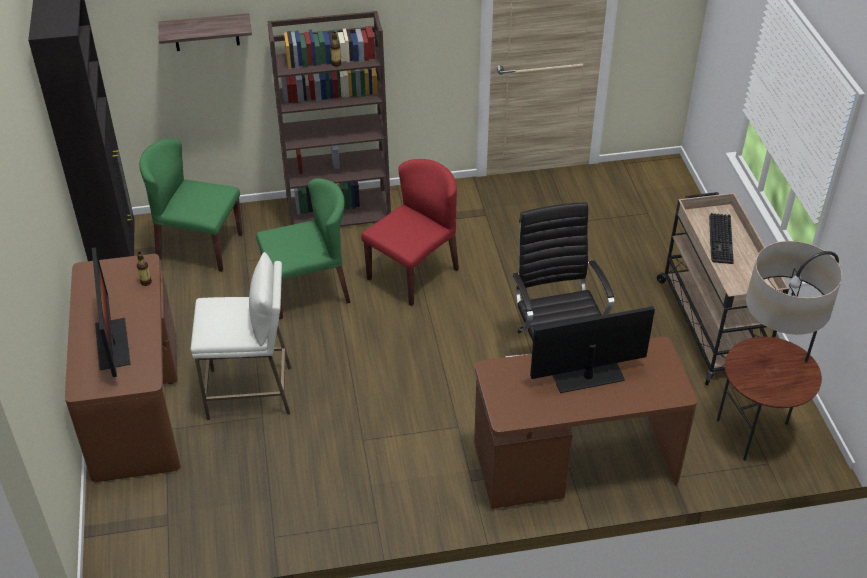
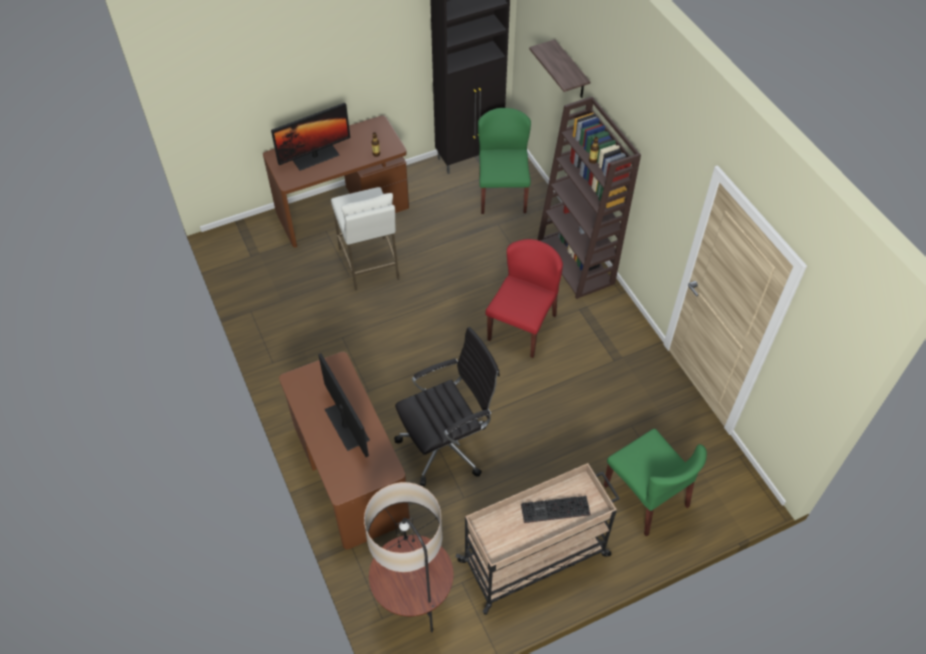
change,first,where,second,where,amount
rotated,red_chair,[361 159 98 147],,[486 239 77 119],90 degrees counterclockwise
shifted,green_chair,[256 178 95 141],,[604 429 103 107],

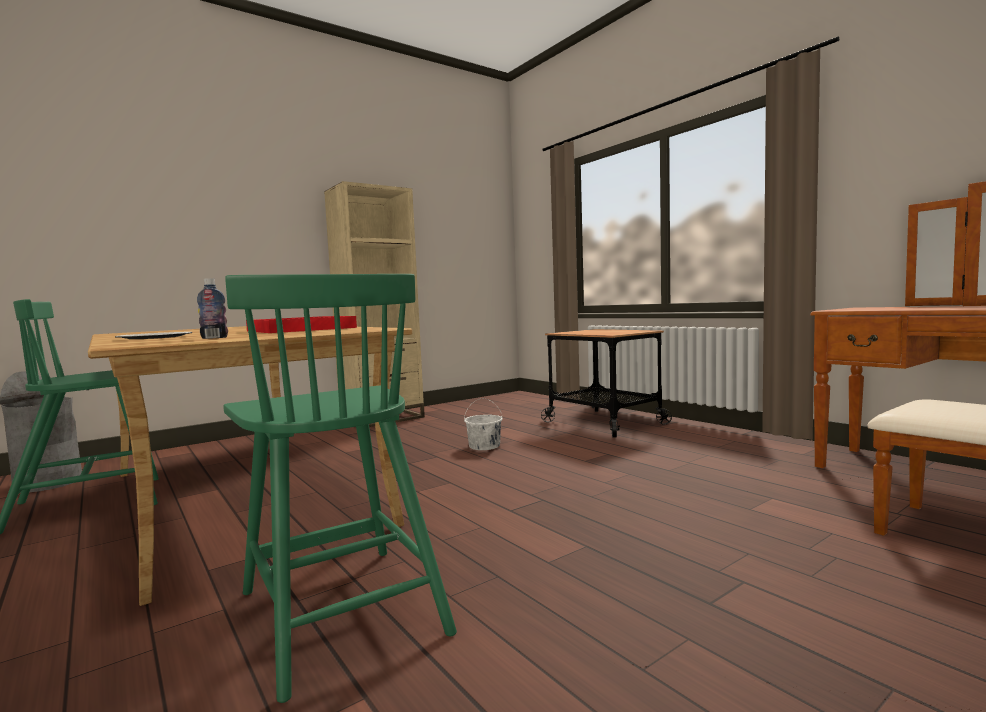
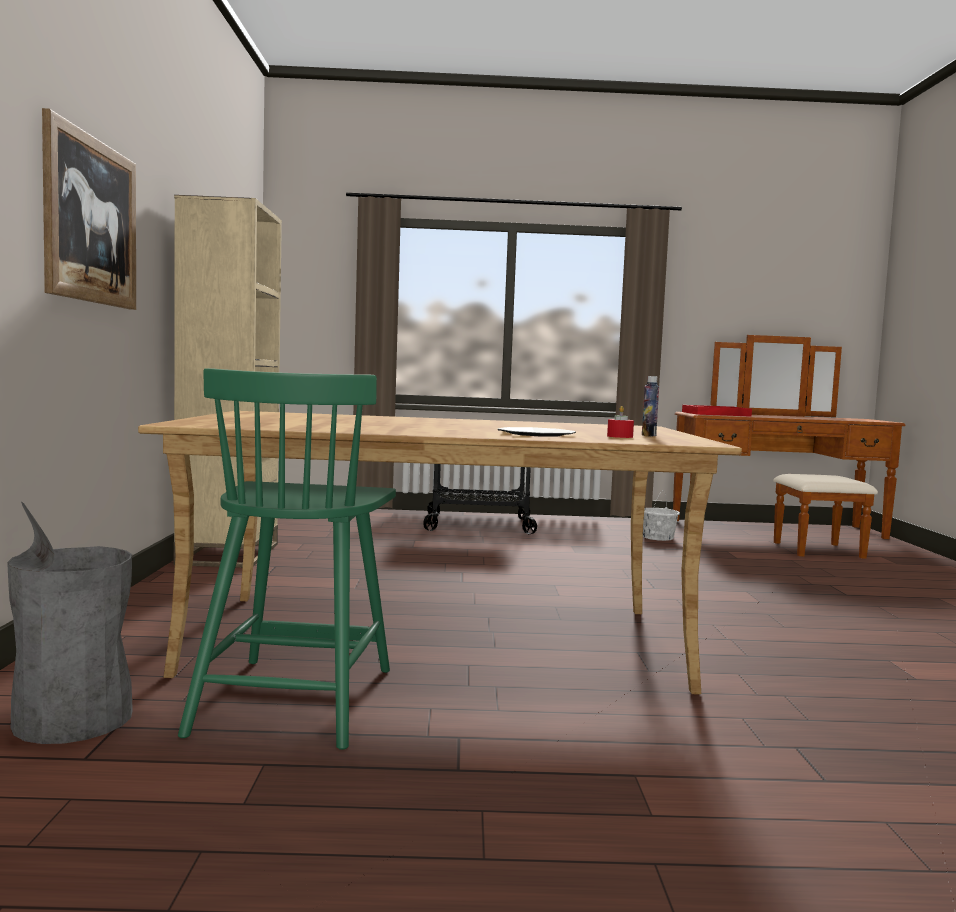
change,first,where,second,where,amount
gone,green_chair,[223 274 234 429],,,
shifted,red_tray,[246 316 111 17],,[682 405 70 12],
shifted,white_bucket,[464 398 39 52],,[643 490 37 51],
new,,,picture,[42 108 94 202],
new,,,red_candle,[607 406 27 32],

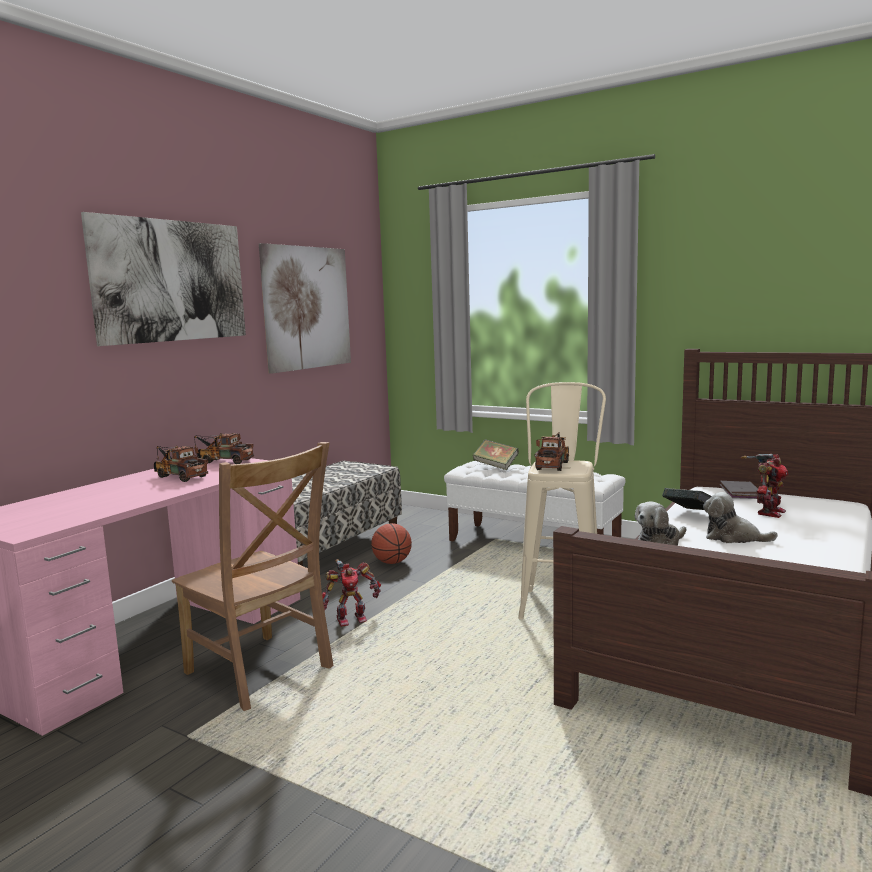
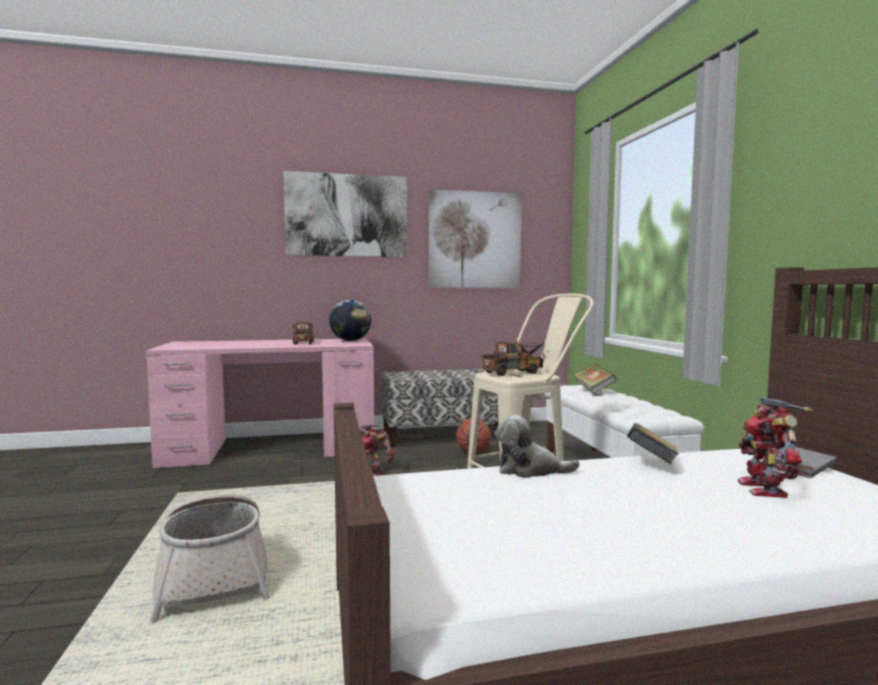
change,first,where,second,where,amount
swapped,toy_truck,[194 433 60 31],globe,[329 300 42 41],
gone,brown_chair,[172 442 162 269],,,
rotated,toy_robot,[741 454 47 64],,[738 398 76 100],105 degrees clockwise
gone,plush_toy,[703 492 75 51],,,
new,,,basket,[149 494 121 129],

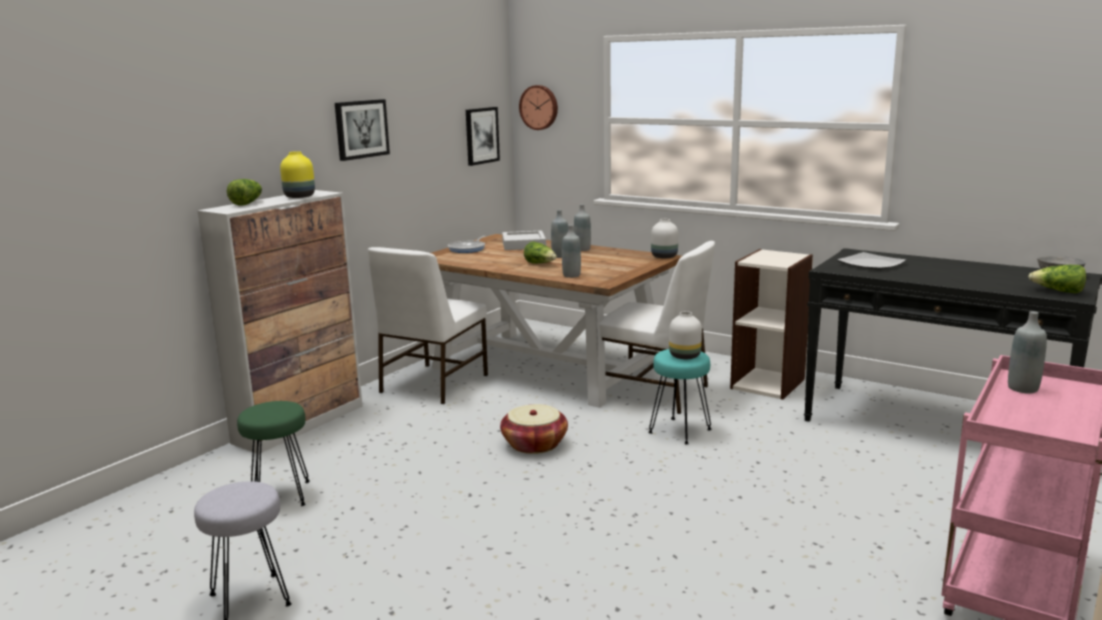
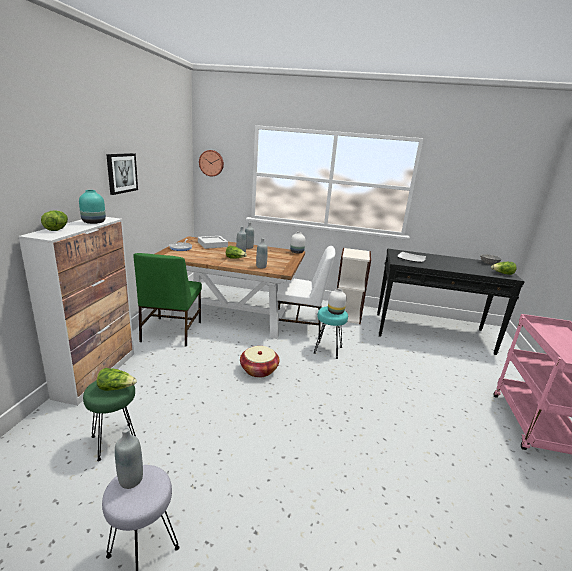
change,first,where,second,where,amount
gone,picture,[466 107 34 59],,,
repainted,yellow_vase,[280 151 35 47],turquoise_vase,[79 190 27 34],
repainted,white_chair,[368 247 120 157],green_chair,[133 253 69 94],
shifted,grey_bottle,[1008 311 39 83],,[115 428 28 61],
new,,,lettuce,[97 368 40 23],

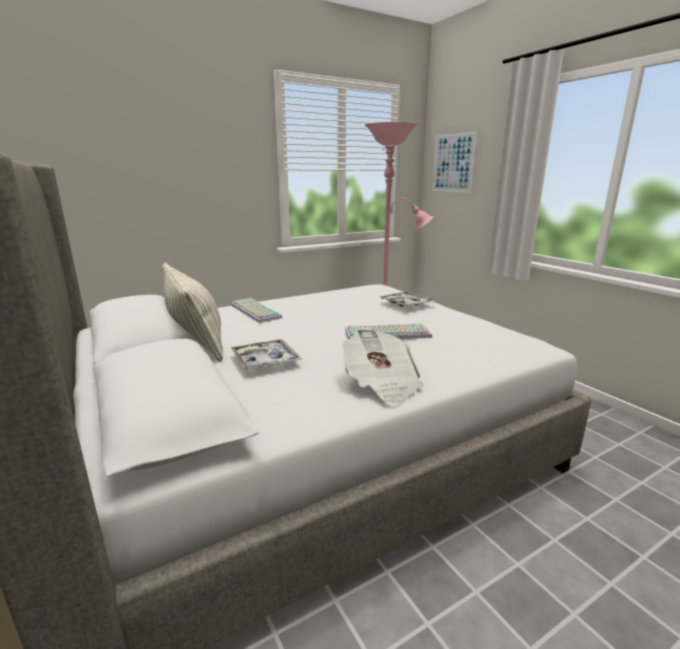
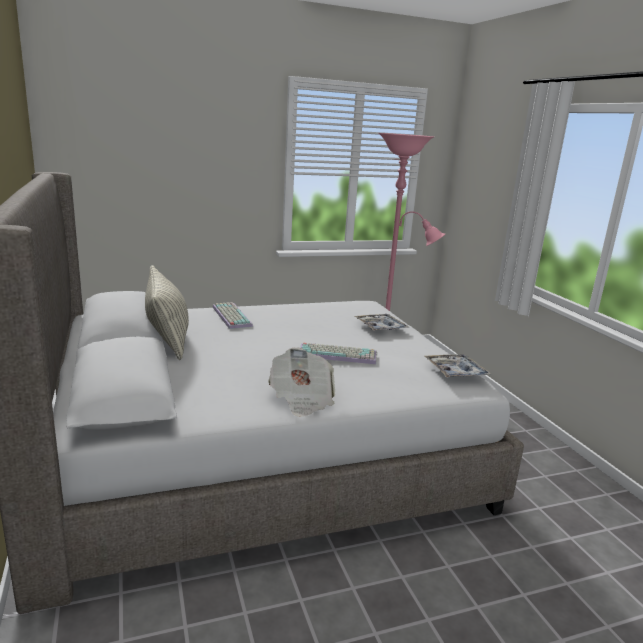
change,first,where,second,where,amount
gone,picture,[432 131 45 62],,,
shifted,tray,[231 339 72 31],,[425 354 67 23],

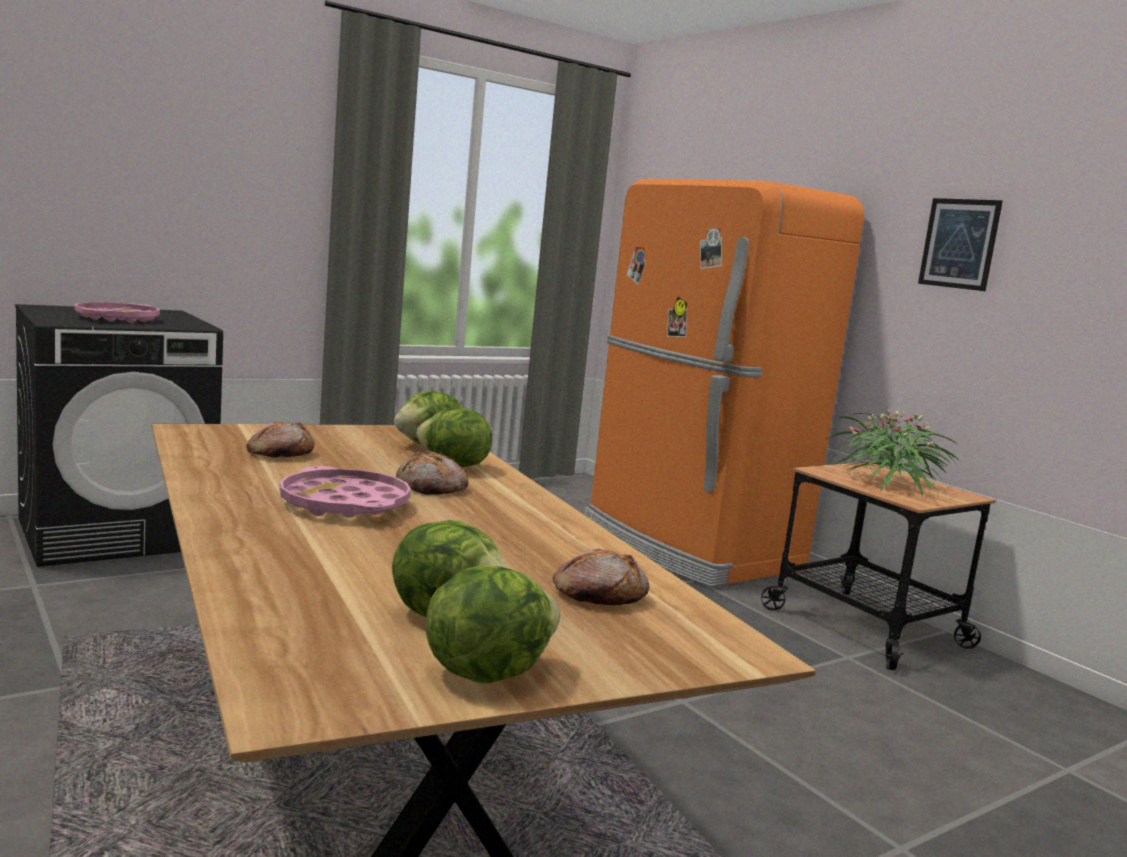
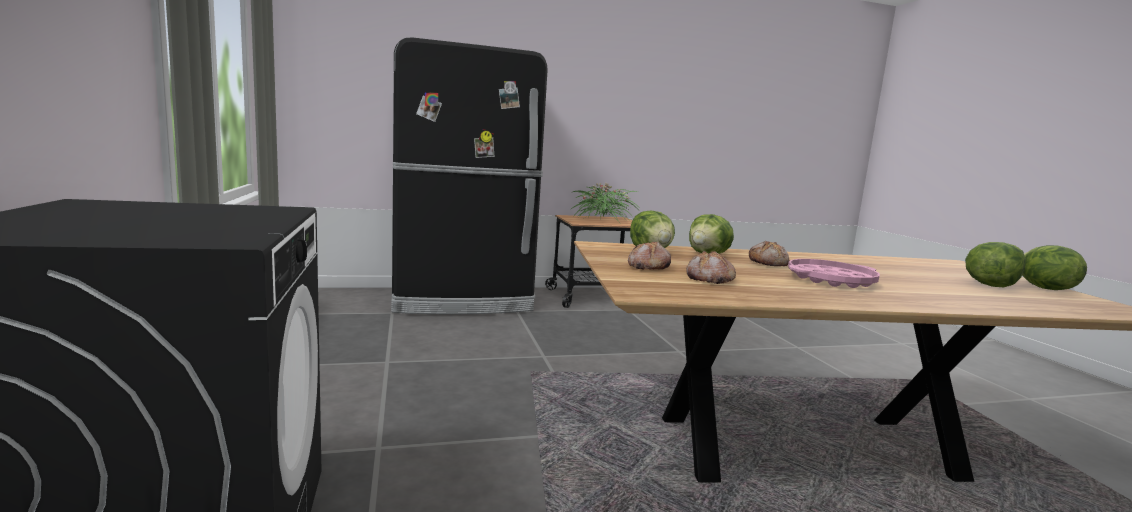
change,first,where,second,where,amount
repainted,orange_fridge,[584 179 280 408],black_fridge,[391 37 157 277],
gone,picture,[918 198 85 93],,,
gone,pink_tray,[75 302 85 21],,,
shifted,bread,[553 549 96 56],,[628 242 43 27],

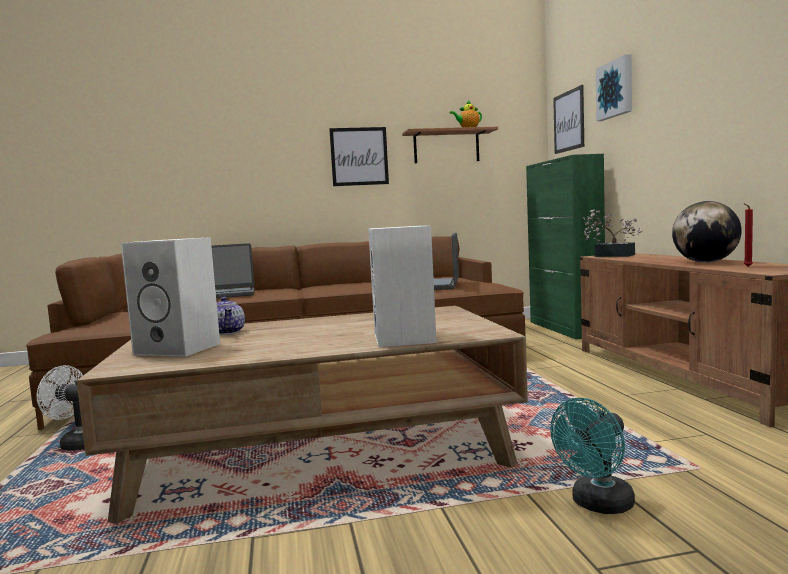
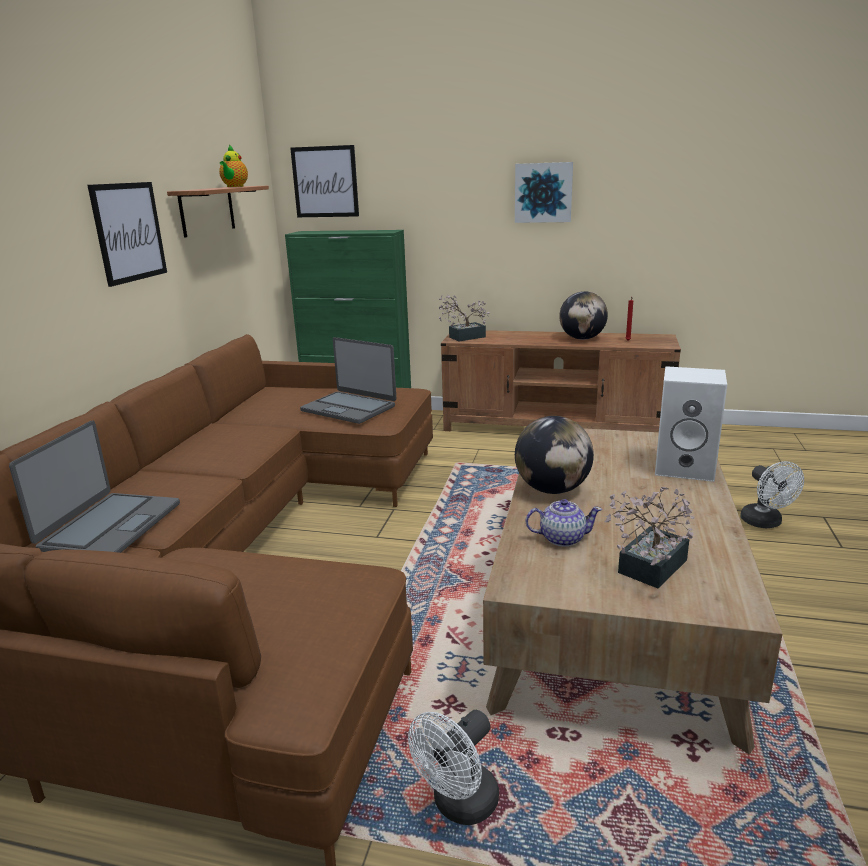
change,first,where,second,where,amount
shifted,picture,[596 54 36 67],,[515 162 58 61],
swapped,white_speaker,[121 237 99 120],potted_plant,[605 487 89 102],
repainted,turquoise_fan,[550 398 85 116],white_fan,[740 461 64 67],
new,,,globe,[515 416 79 78],

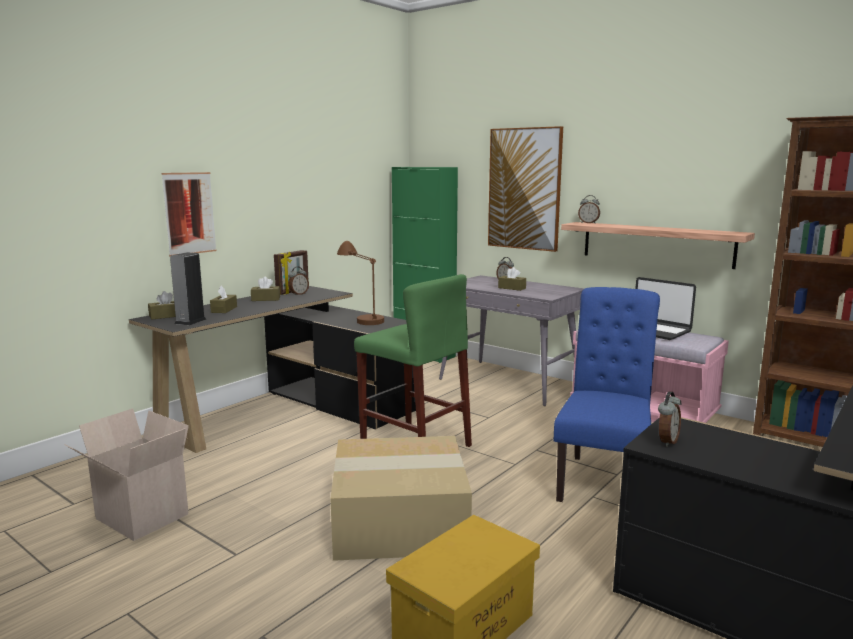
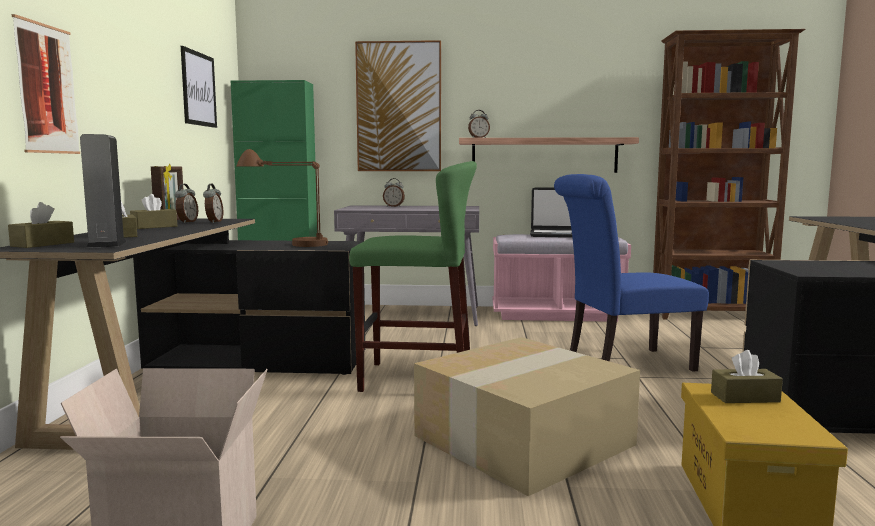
change,first,where,second,where,amount
shifted,brown_tissue_box,[498 267 28 24],,[711 350 72 53],
rotated,blue_chair,[554 287 106 215],,[554 174 155 198],90 degrees counterclockwise
shifted,alarm_clock,[658 391 24 56],,[203 184 20 39],
new,,,picture,[181 46 36 82],

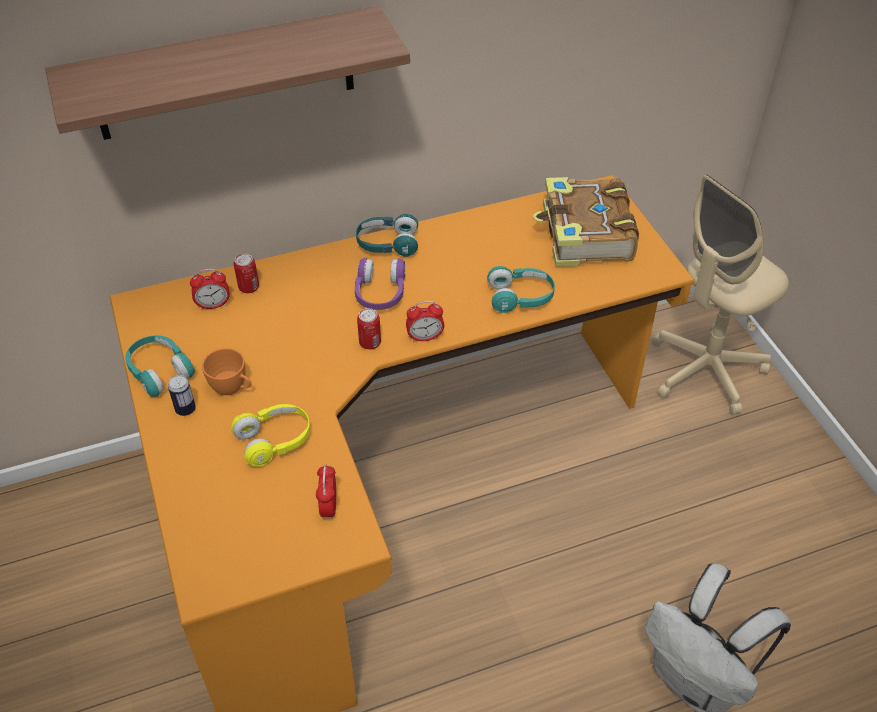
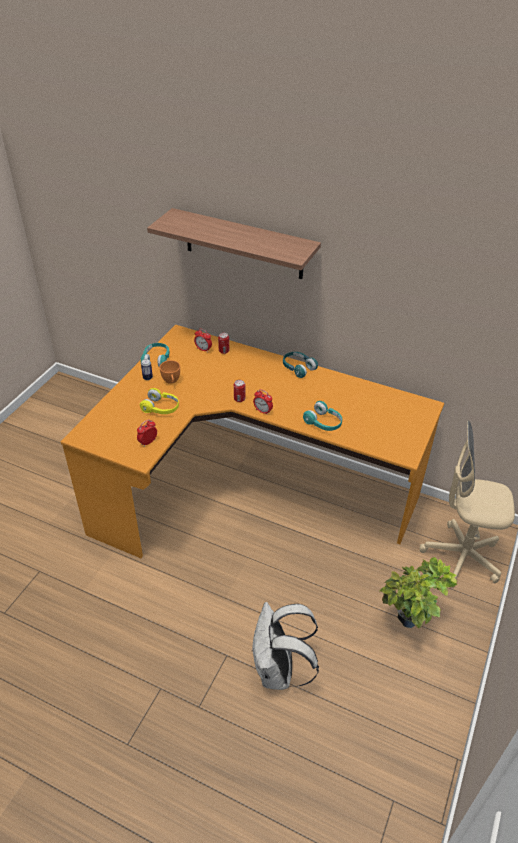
change,first,where,second,where,amount
gone,book,[533 177 106 90],,,
gone,purple_headphones,[355 258 51 52],,,
new,,,potted_plant,[380 557 77 71],

